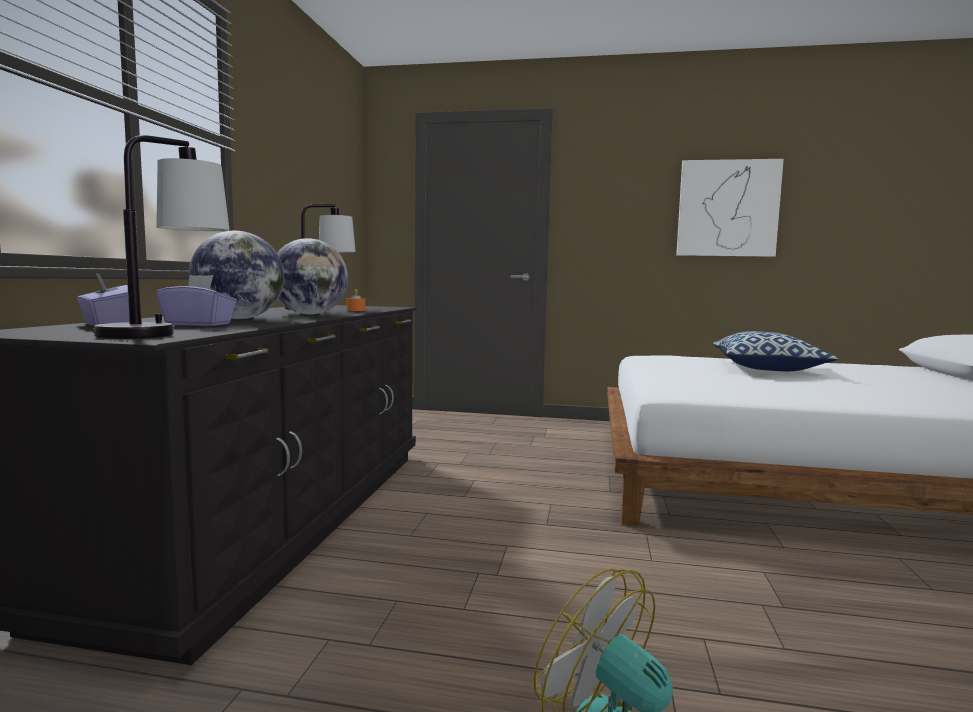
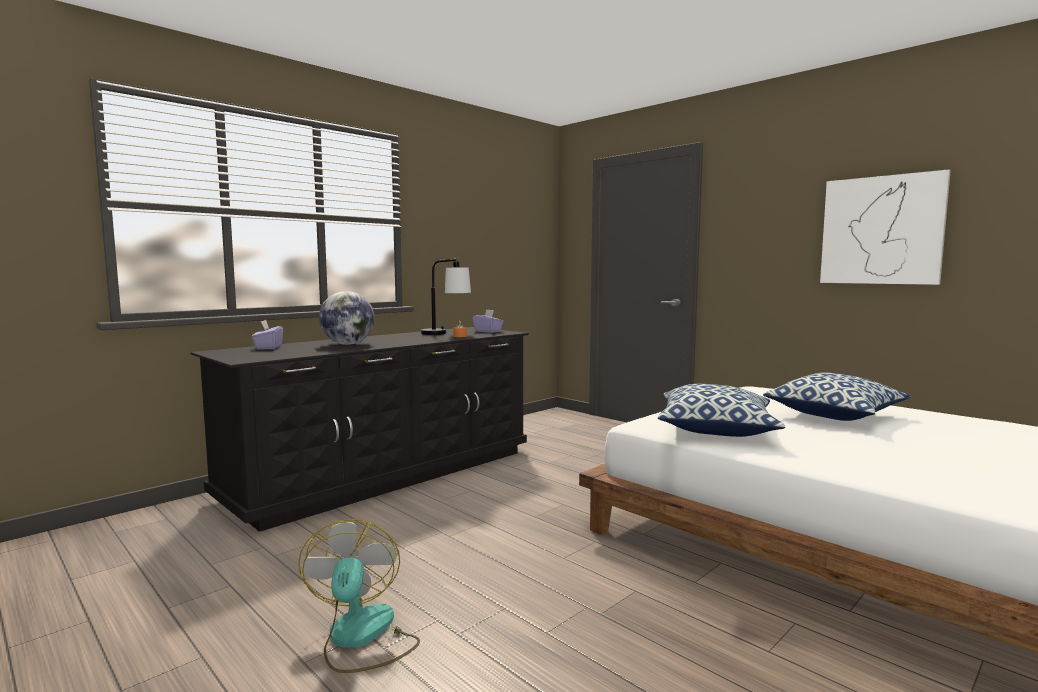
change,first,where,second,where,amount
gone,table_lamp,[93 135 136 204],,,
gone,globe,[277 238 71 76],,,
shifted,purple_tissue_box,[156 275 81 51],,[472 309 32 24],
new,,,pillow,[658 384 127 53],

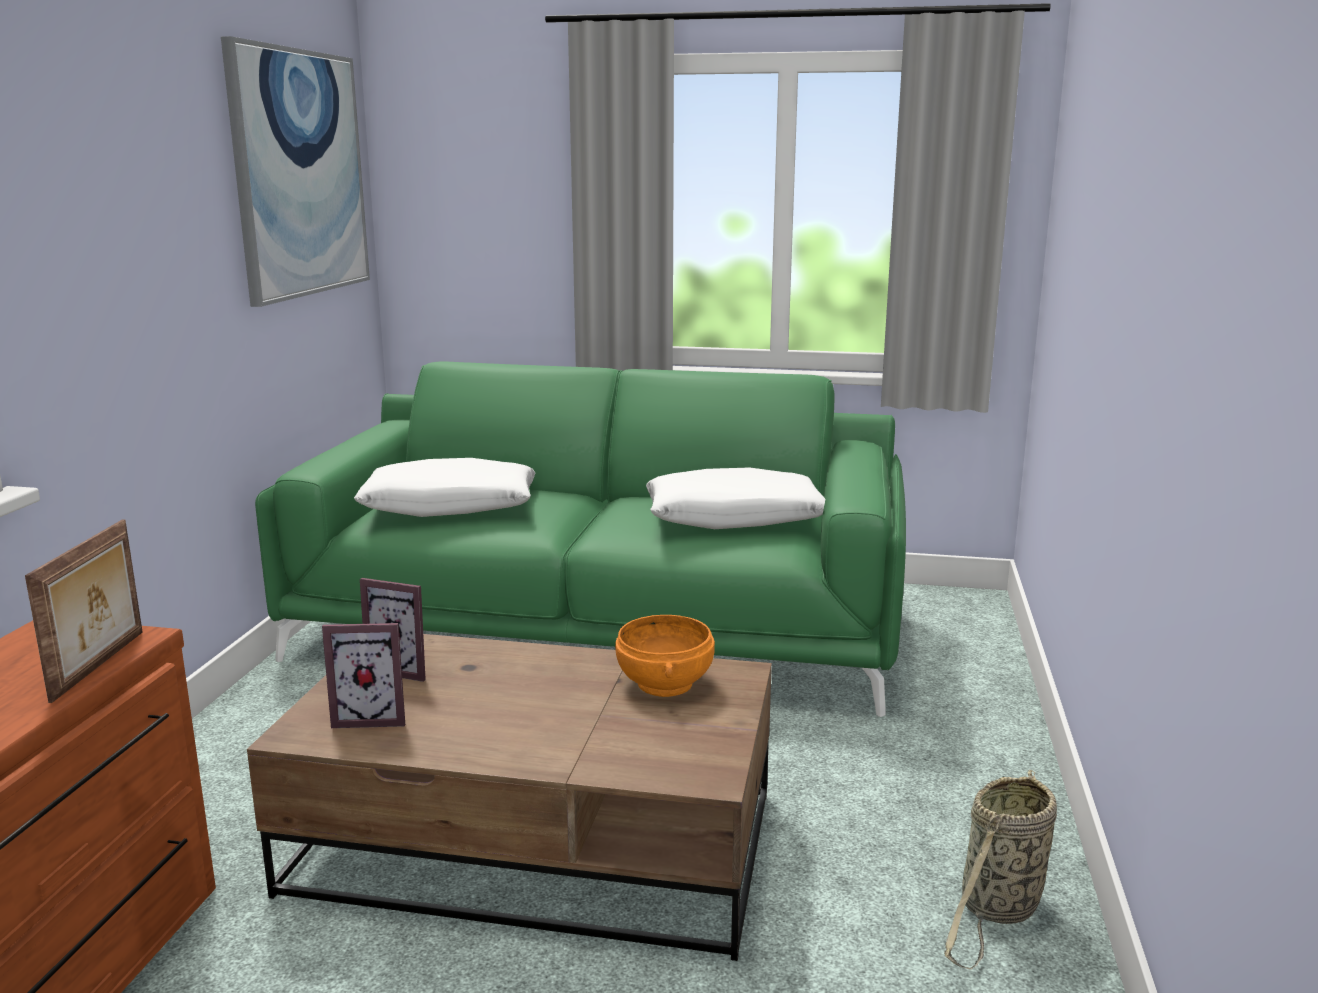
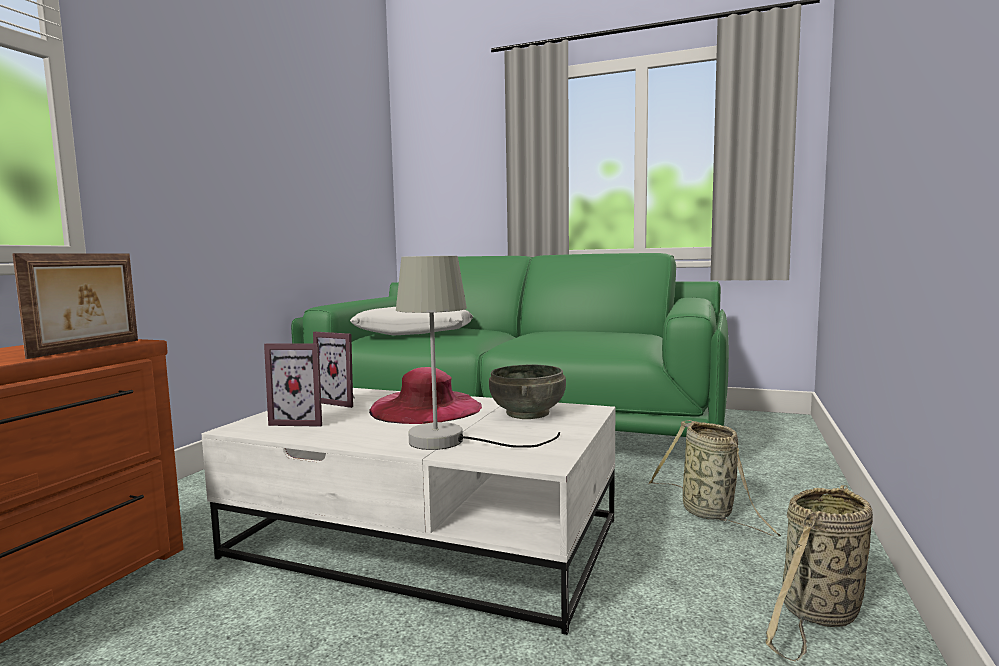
change,first,where,second,where,amount
gone,picture,[221 36 149 271],,,
gone,white_pillow,[646 467 179 62],,,
repainted,orange_bowl,[615 615 100 82],grey_bowl,[489 365 77 54],
repainted,brown_coffee_table,[247 634 525 327],white_coffee_table,[202 388 413 247],
new,,,grey_table_lamp,[396 256 164 194],
new,,,pink_hat,[369 367 113 57],
new,,,basket,[648 420 133 116],

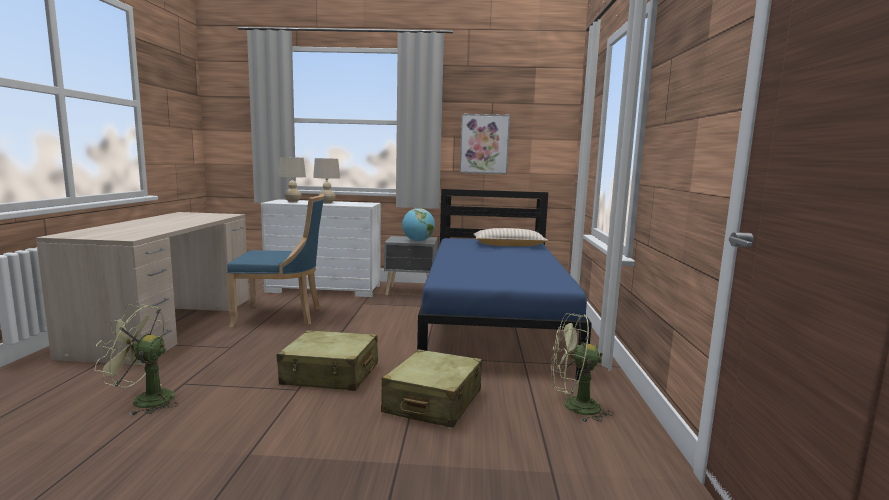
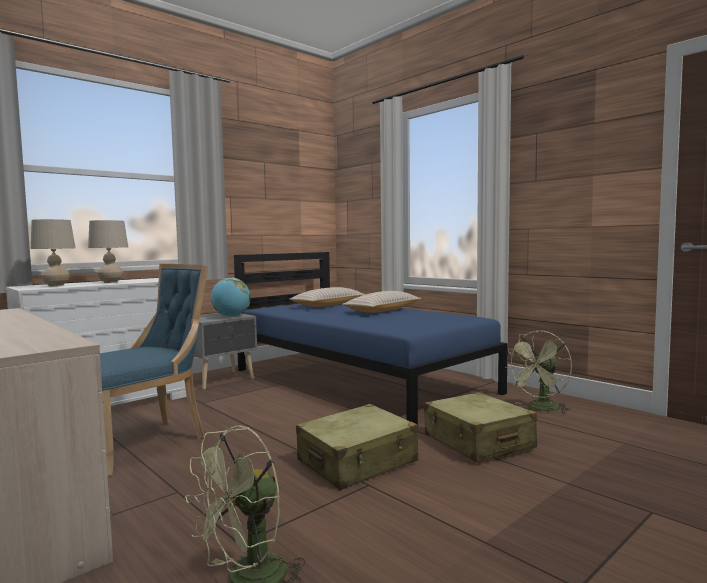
change,first,where,second,where,amount
gone,picture,[460 114 50 60],,,
new,,,beige_pillow,[342 291 79 22],

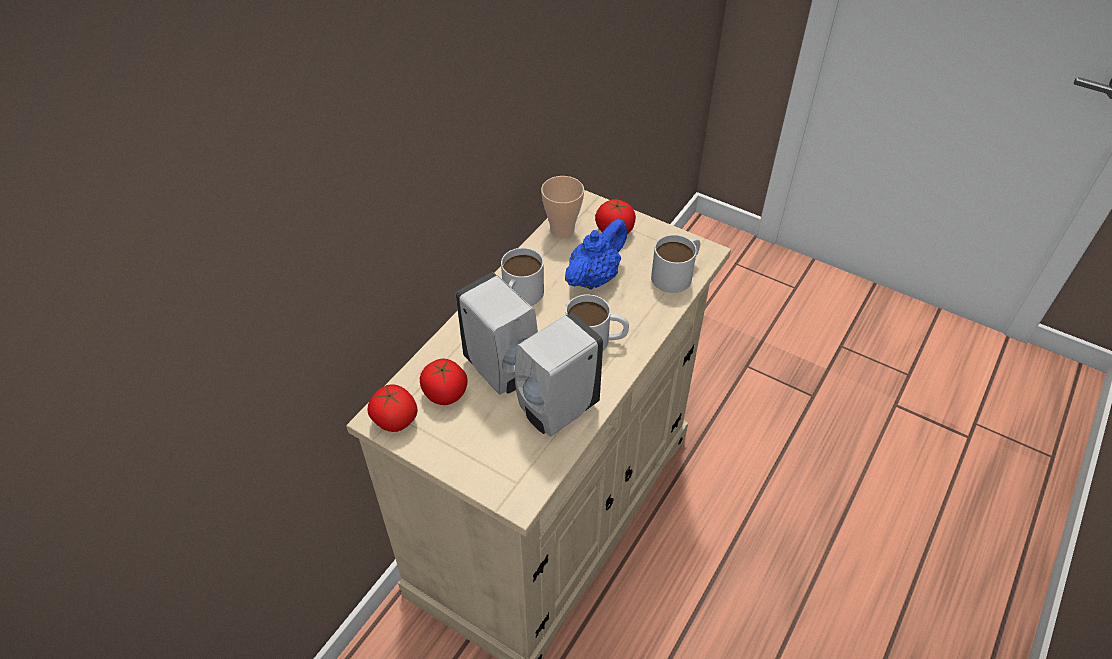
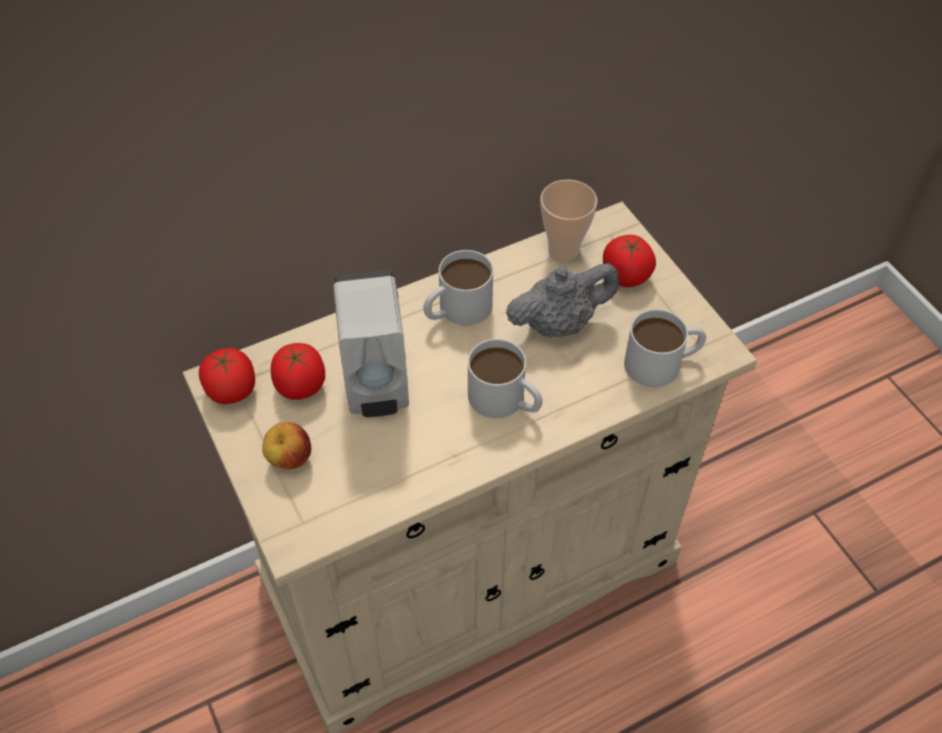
change,first,where,second,where,amount
repainted,blue_teapot,[565 219 62 71],grey_teapot,[506 263 113 74],
gone,white_soap_dispenser,[514 312 89 125],,,
new,,,apple,[262 422 49 47],

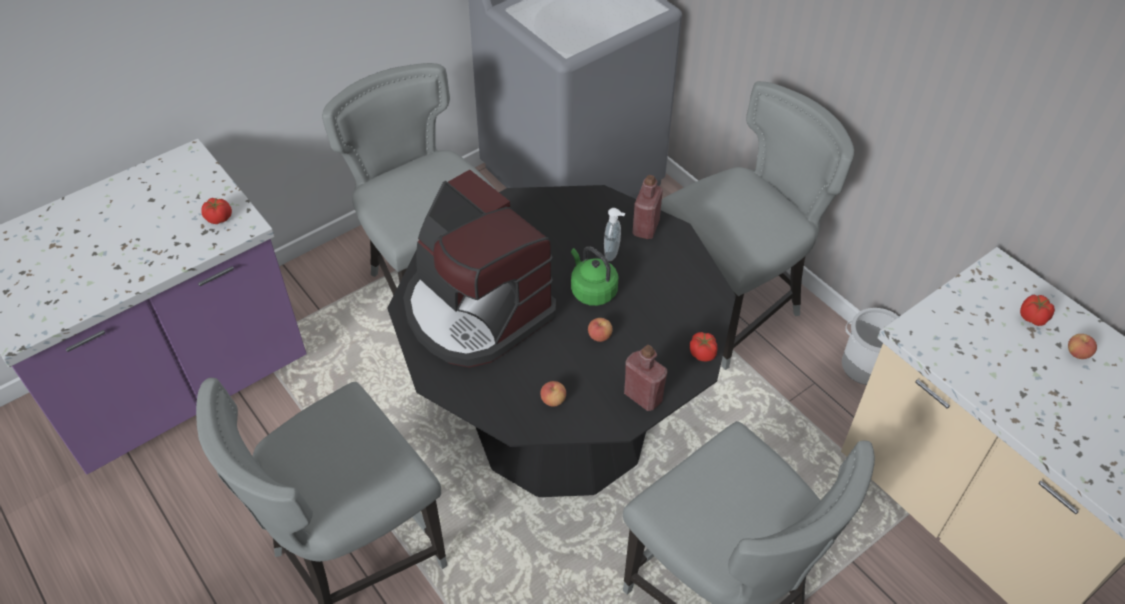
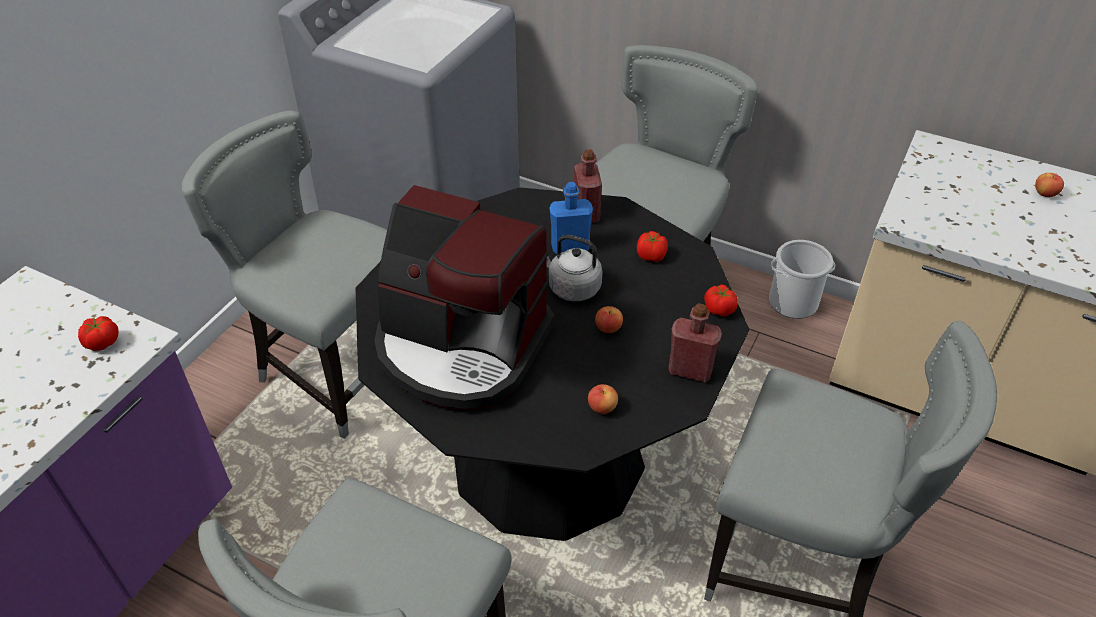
change,first,where,second,where,amount
swapped,soap_dispenser,[604 208 21 53],blue_bottle,[549 182 44 72],
repainted,green_kettle,[571 246 47 60],grey_kettle,[546 235 56 66],
shifted,tomato,[1020 294 35 32],,[637 231 31 31],

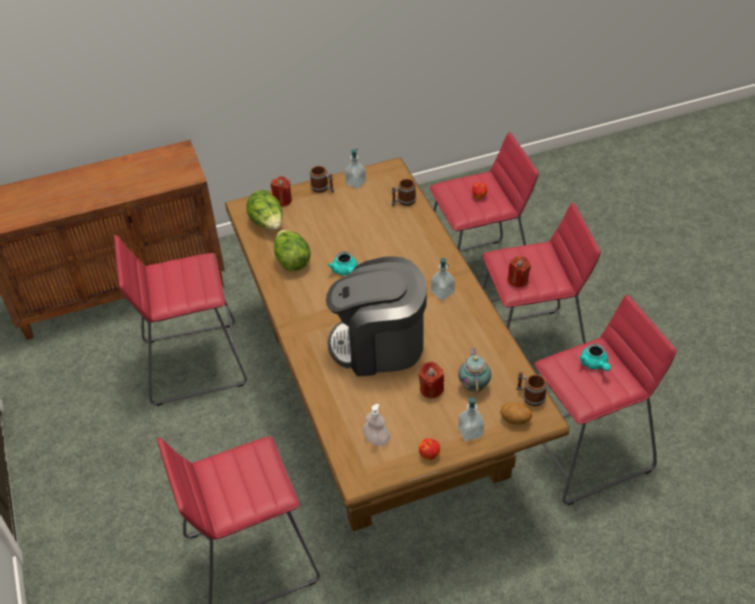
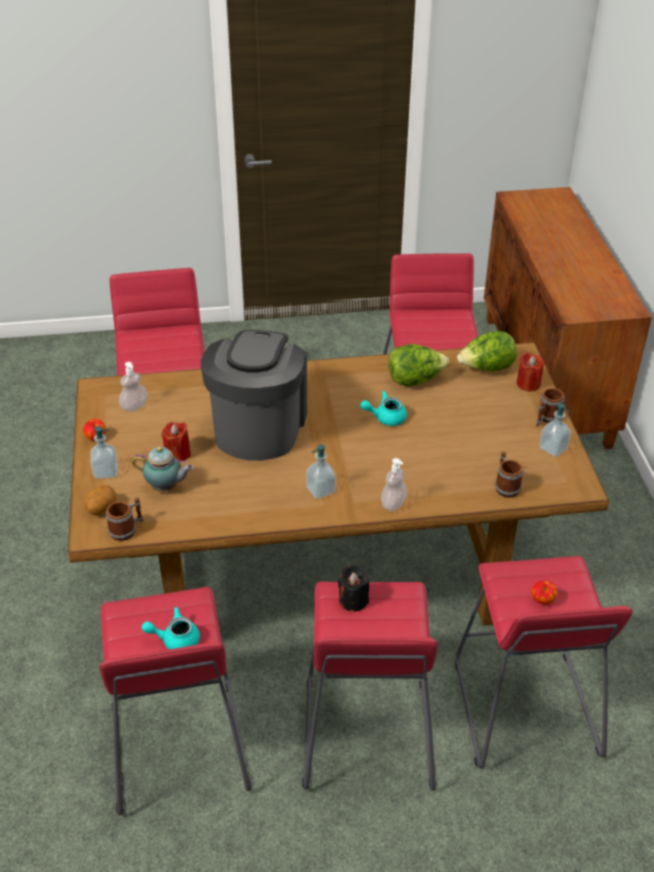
change,first,where,second,where,amount
repainted,red_candle,[507 256 24 31],black_candle,[338 565 31 47],
new,,,soap_dispenser,[381 458 26 53],

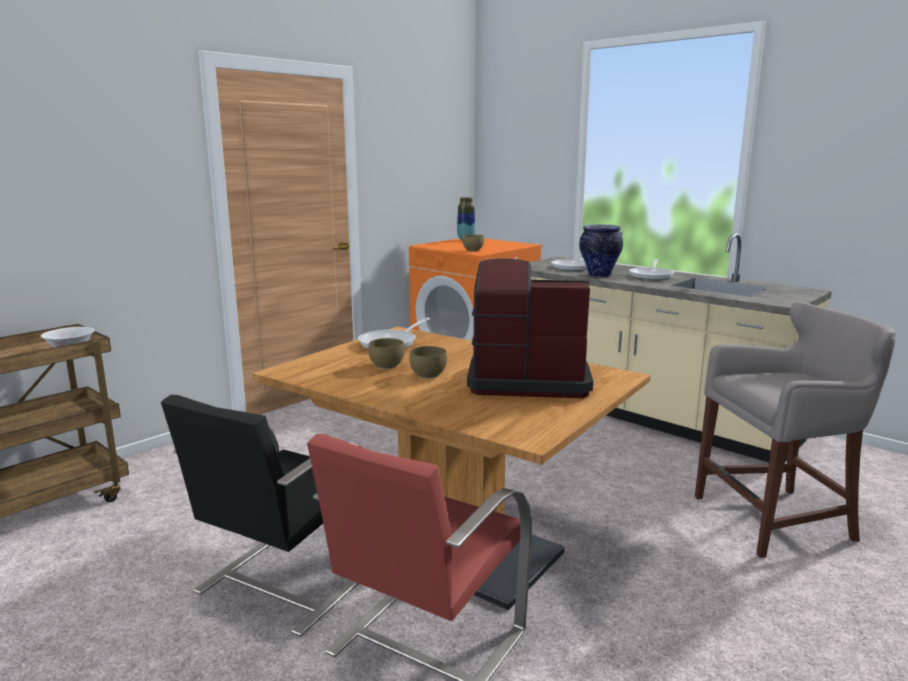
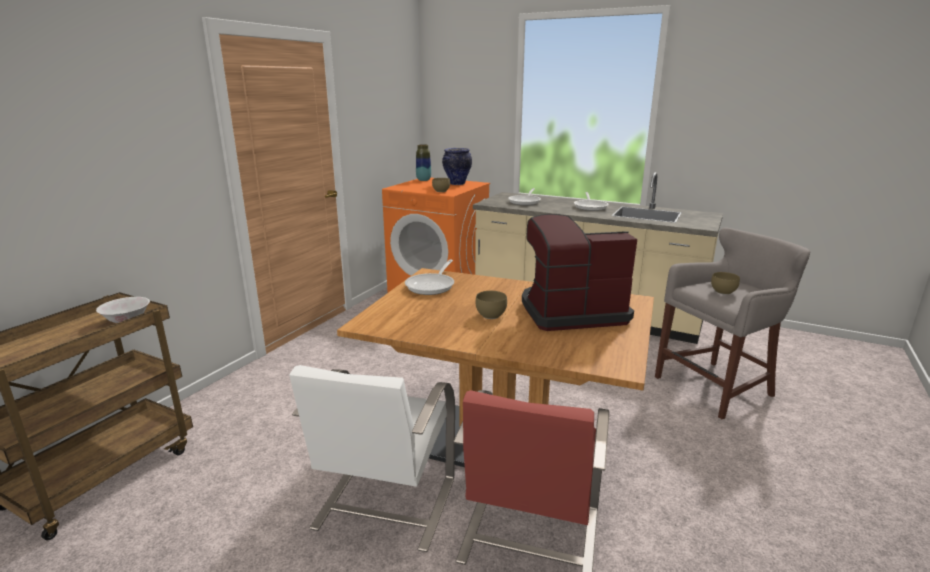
change,first,where,second,where,amount
shifted,vase,[579 224 44 53],,[442 148 30 37],
shifted,brown_bowl,[368 338 37 31],,[711 272 29 23],
repainted,black_chair,[161 395 201 242],white_chair,[289 365 166 187],

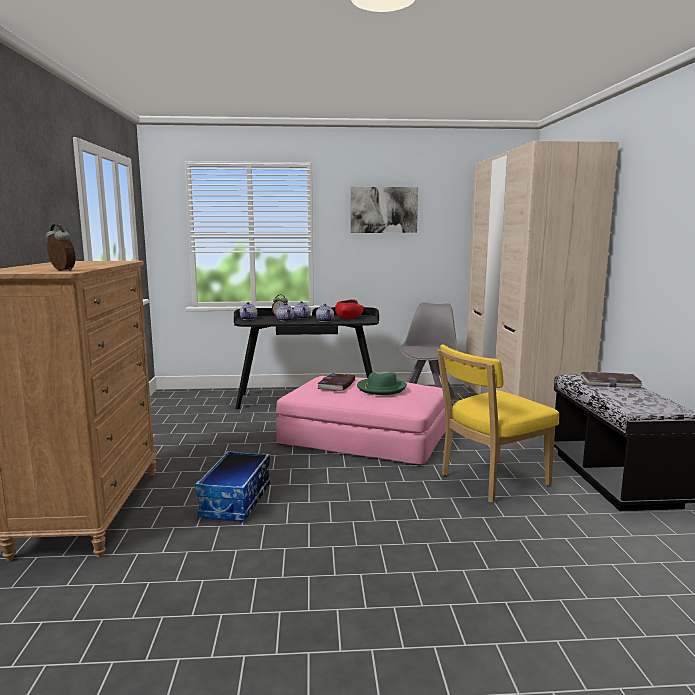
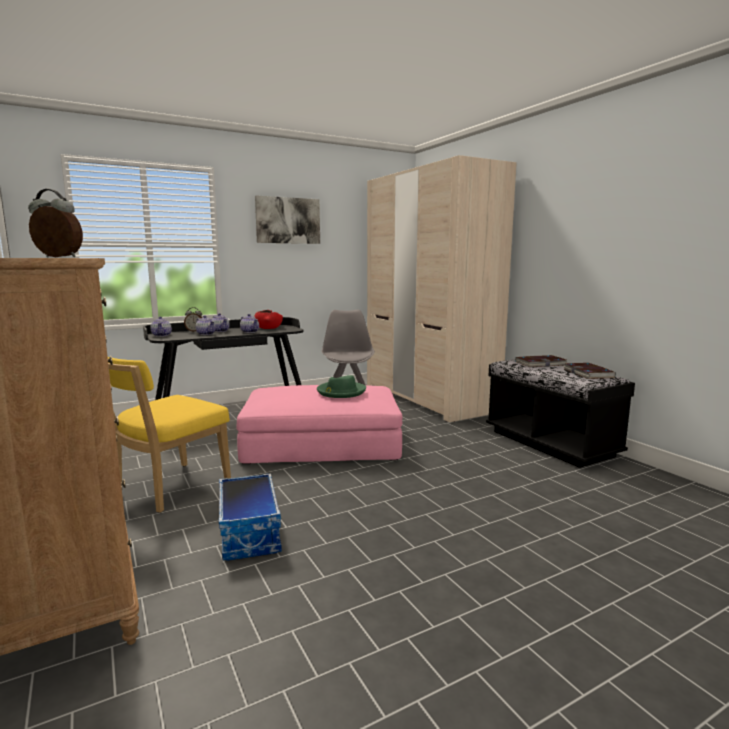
change,first,where,second,where,amount
shifted,yellow_chair,[437 344 122 159],,[108 357 123 156],
shifted,book,[317 374 38 17],,[564 363 52 16],

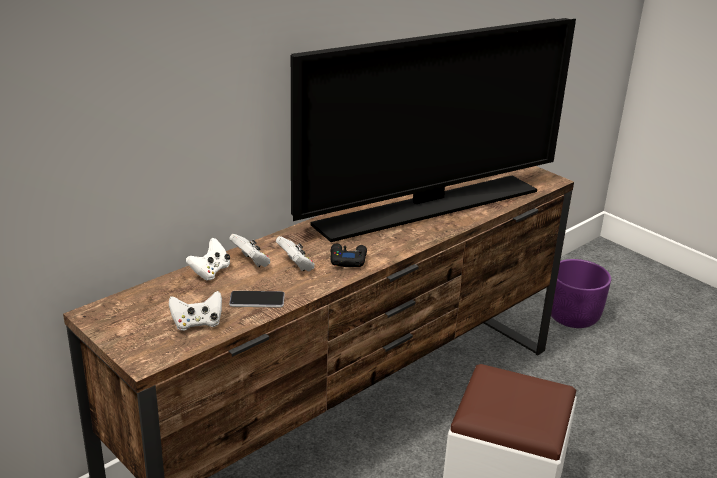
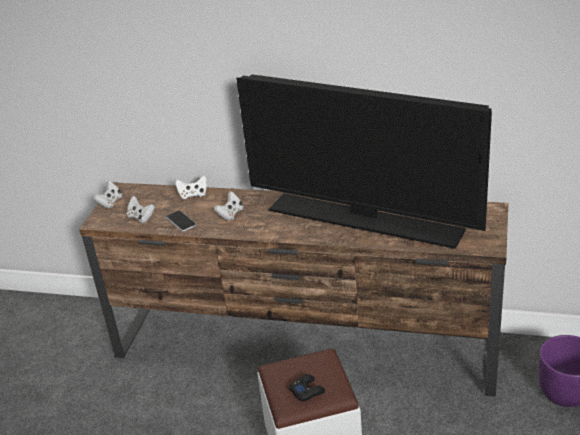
change,first,where,second,where,amount
shifted,white_game_controller,[229 234 41 33],,[93 181 29 28],
shifted,black_game_controller,[330 244 37 23],,[289 374 36 27],

